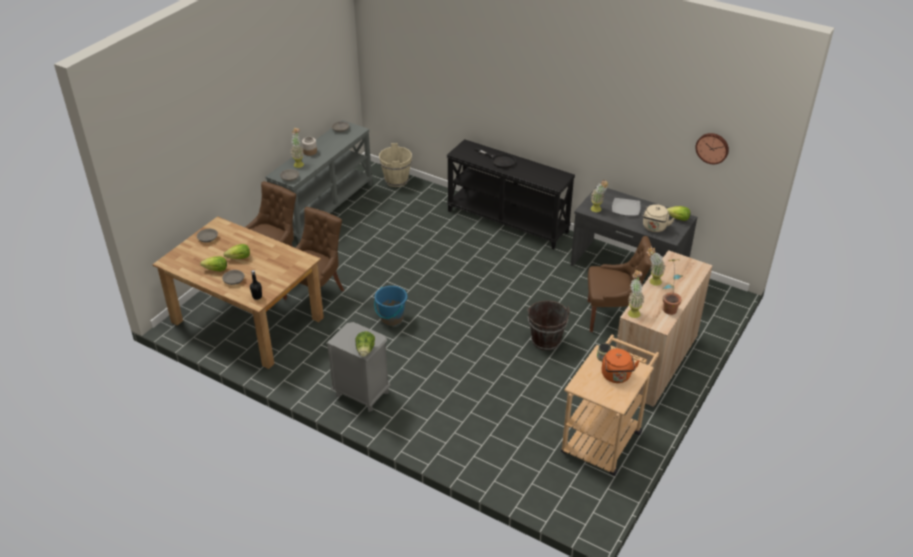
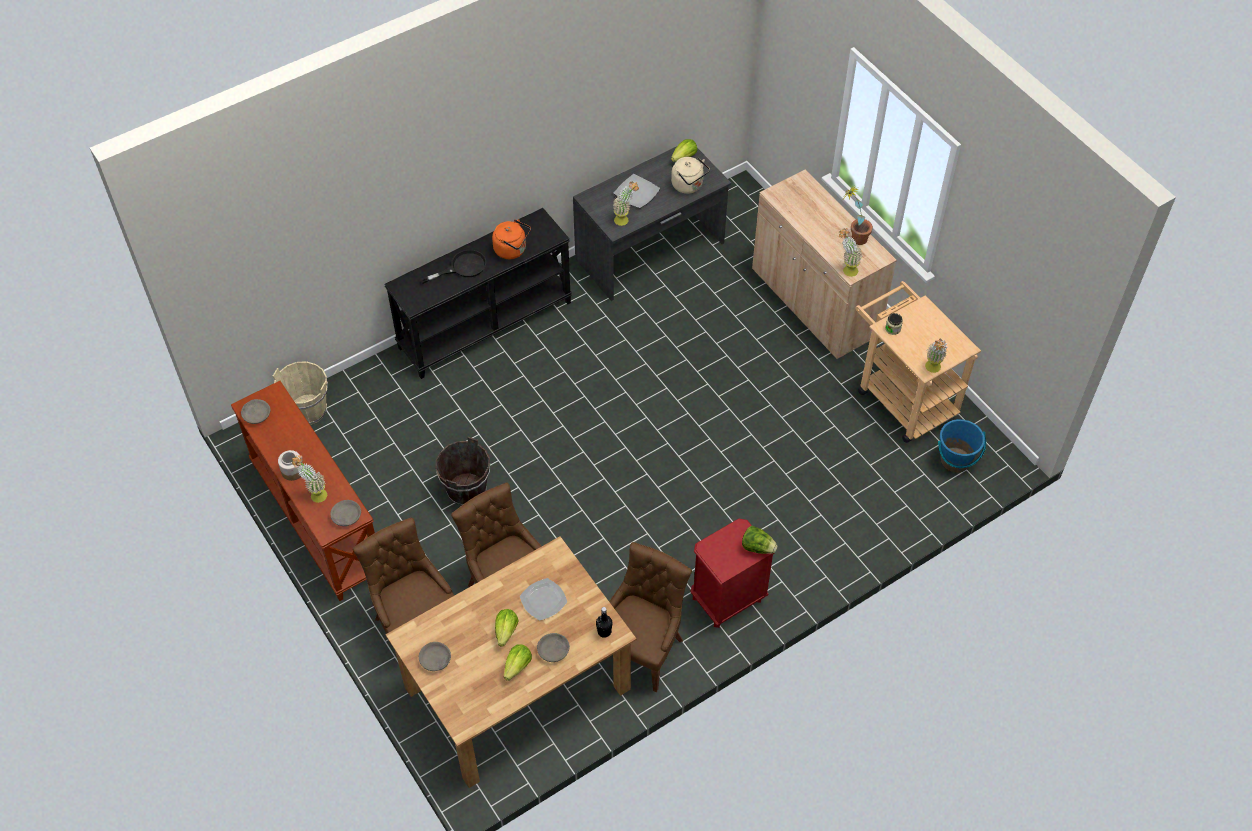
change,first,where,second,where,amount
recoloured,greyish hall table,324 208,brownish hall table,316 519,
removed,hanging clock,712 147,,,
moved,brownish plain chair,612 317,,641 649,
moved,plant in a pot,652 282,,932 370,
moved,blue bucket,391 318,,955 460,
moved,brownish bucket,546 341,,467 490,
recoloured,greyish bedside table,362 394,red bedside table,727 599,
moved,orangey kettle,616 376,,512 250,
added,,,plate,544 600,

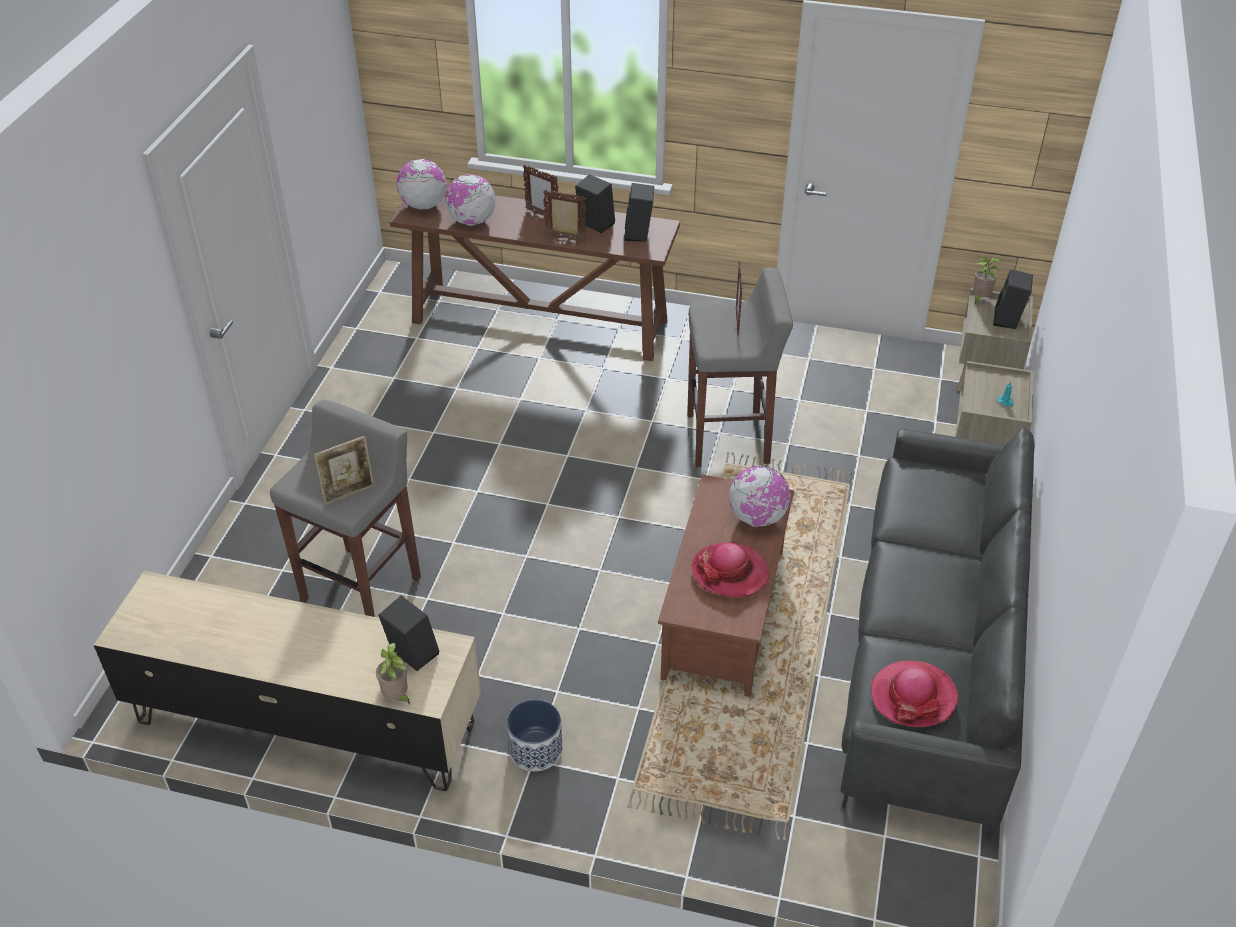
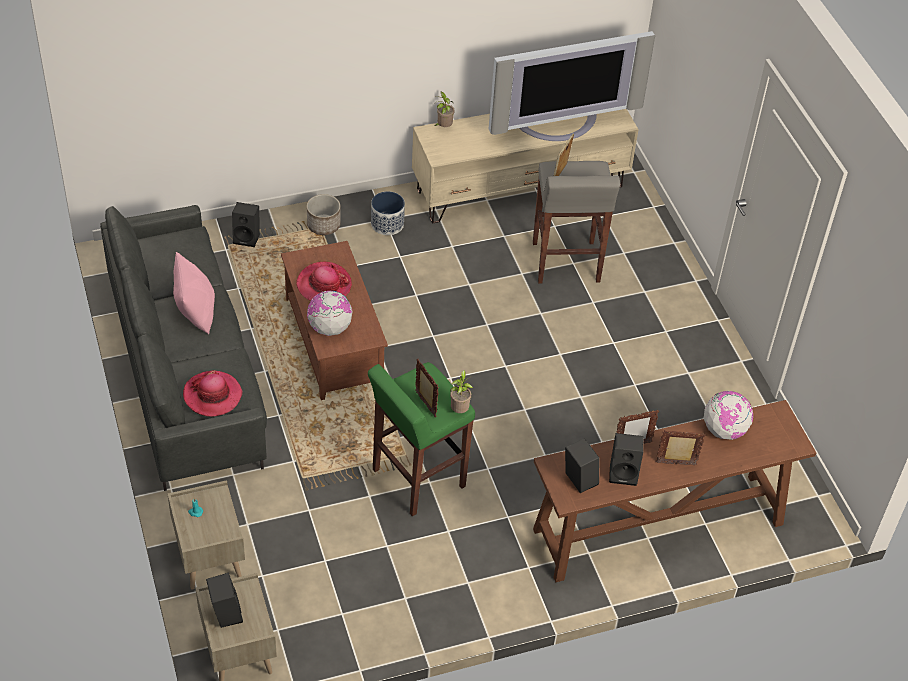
change,first,where,second,where,amount
removed,globe,423 205,,,
moved,plant in a pot,979 298,,460 410,
recoloured,greyish stool seat,729 439,green stool seat,417 479,
moved,blackish loudspeaker,411 655,,247 238,
moved,wearable hat,913 696,,212 395,
added,,,TV,559 123,
added,,,plant pot,324 225,
added,,,pink cushion,196 312,

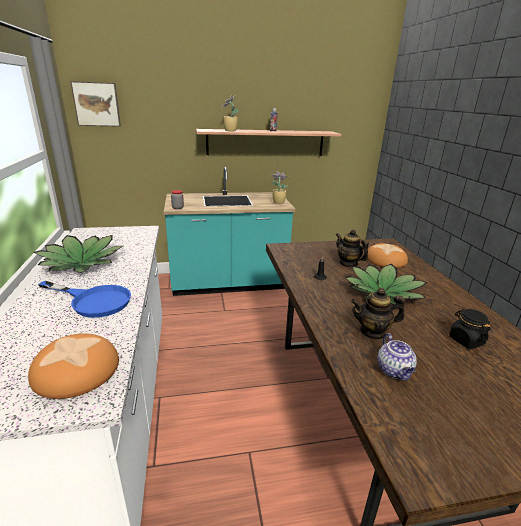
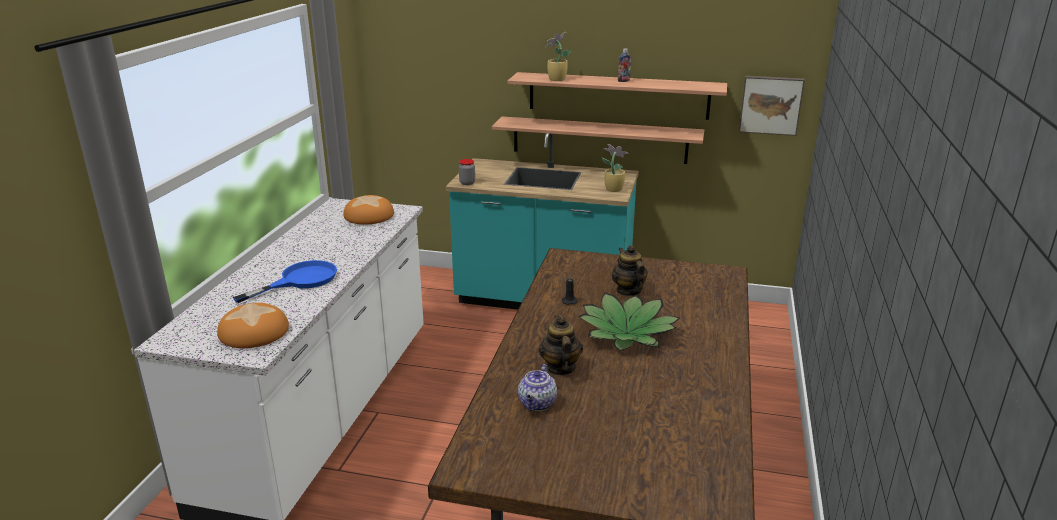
change,first,where,second,where,amount
moved,wall picture,97 104,,770 105,
removed,plant in a pot,82 262,,,
moved,baked bread,386 260,,369 216,
turned,blue frying pan,94 300,,300 280,90 degrees counterclockwise
turned,teapot,373 332,,560 368,60 degrees clockwise
removed,blackish storage jar,465 340,,,
added,,,shelf,599 140,

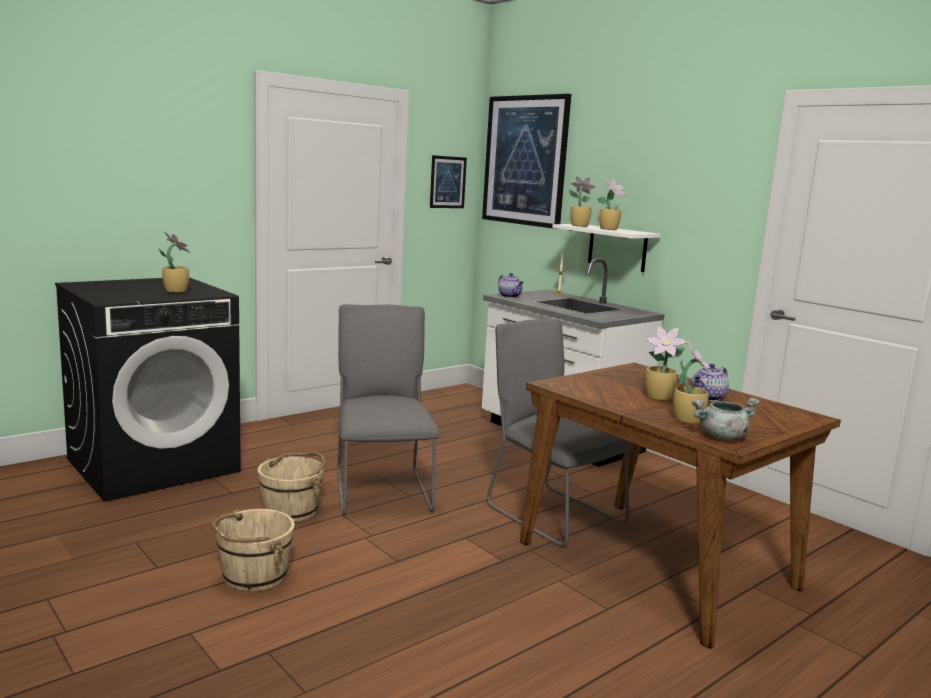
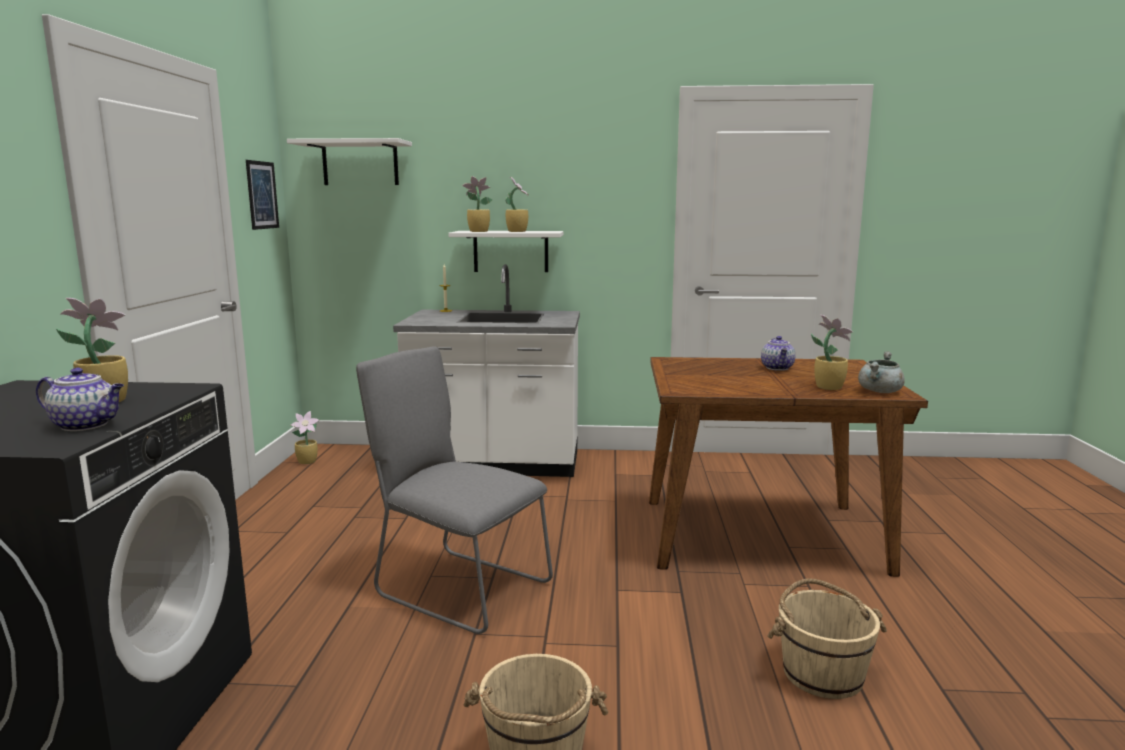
change,first,where,second,where,amount
replaced,wall picture,525 160,white-coloured shelf,360 163,
moved,teapot,510 296,,87 425,
removed,greyish plain chair,550 513,,,
moved,plant in a pot,659 398,,308 461,
moved,beige-coloured bucket,291 510,,822 673,

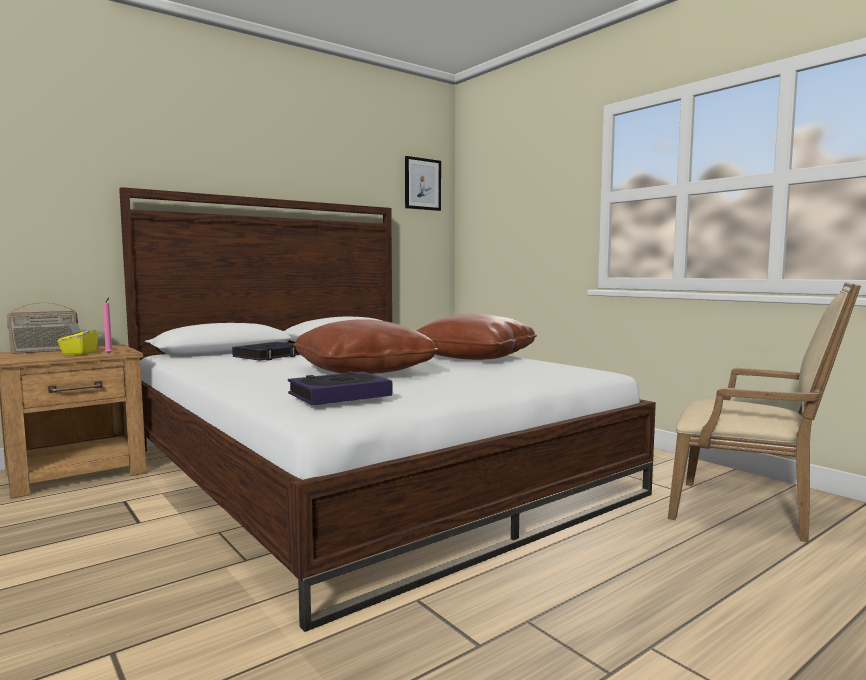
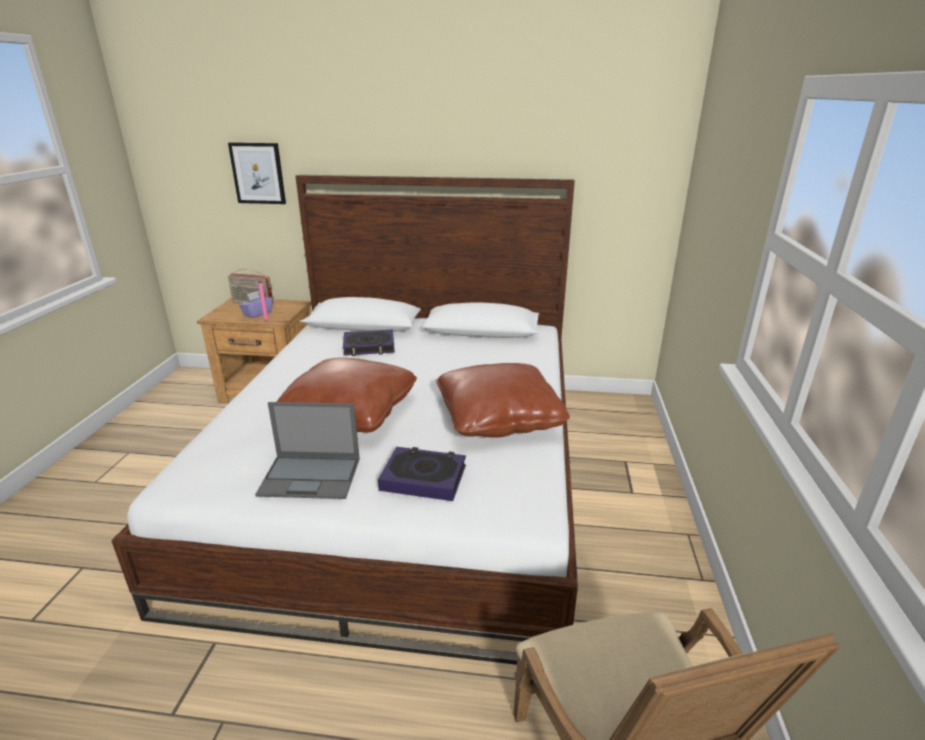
change,first,where,second,where,amount
moved,wall picture,422 184,,258 173,
recoloured,yellowish box of tissues,79 353,purple box of tissues,257 313,
moved,book,339 395,,423 478,
added,,,notebook computer,311 476,

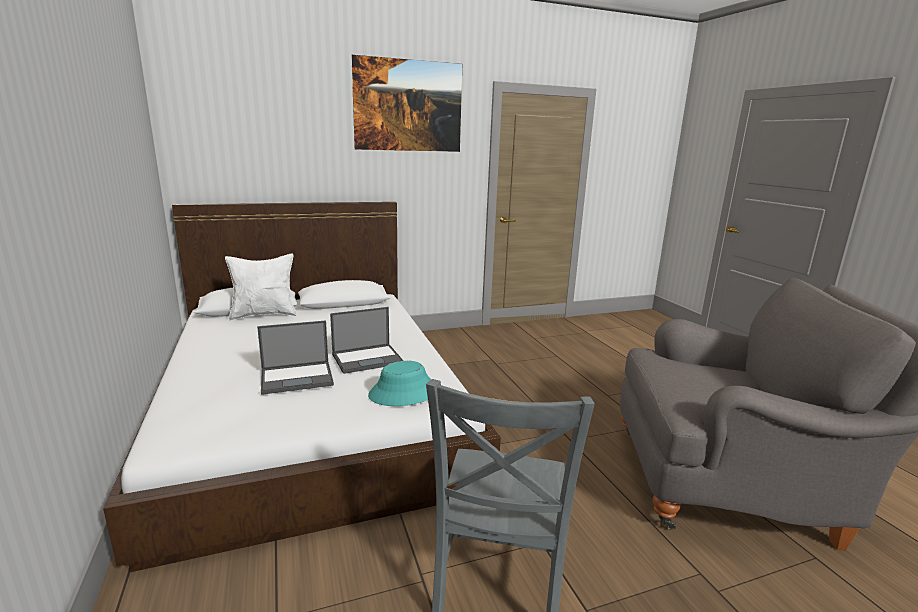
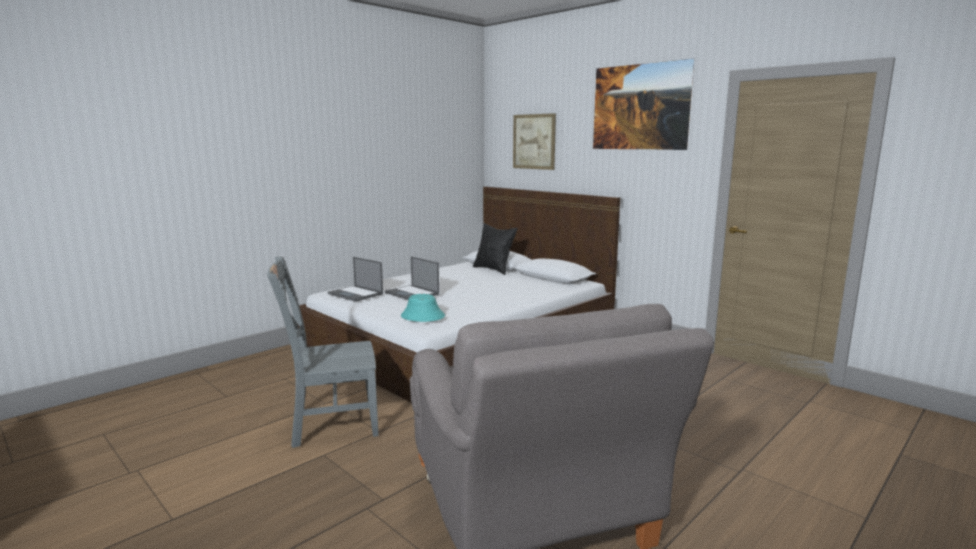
change,first,where,second,where,amount
recoloured,white-coloured cushion,264 315,blackish cushion,494 269,
moved,notebook computer,368 358,,356 294,
added,,,wall picture,534 141,

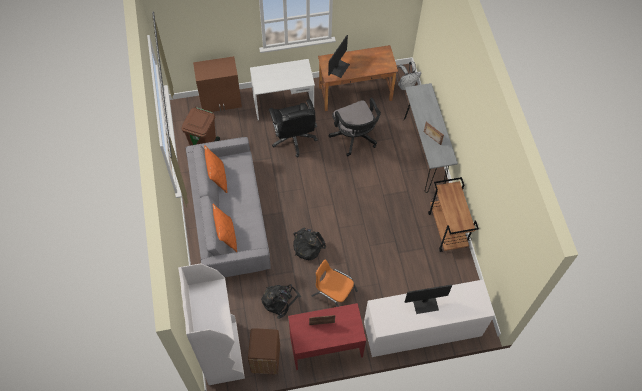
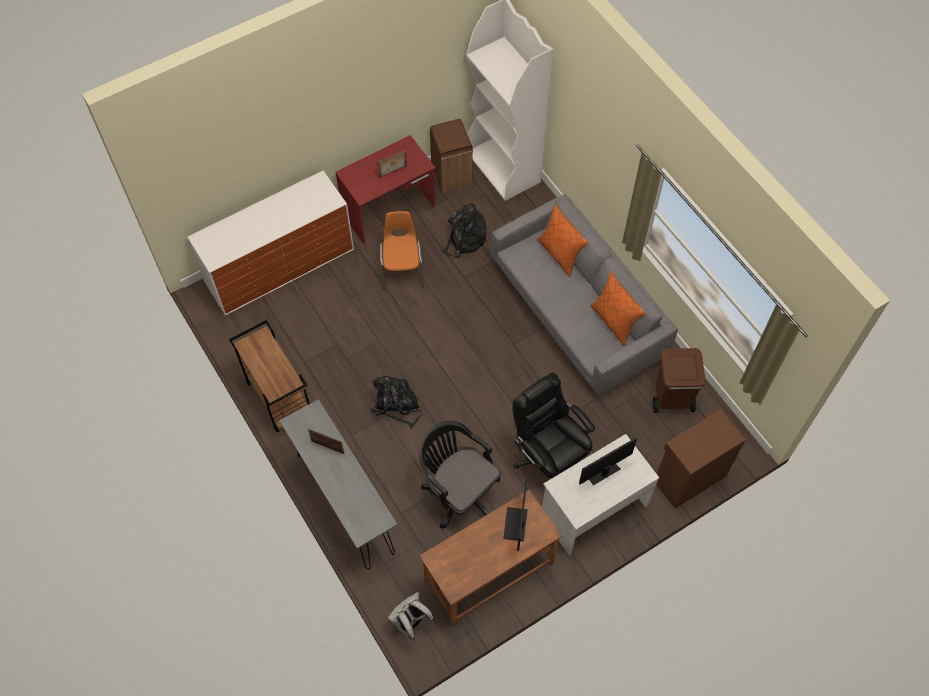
change,first,where,second,where,amount
moved,blackish backpack,307 246,,397 405,
turned,orangey plain chair,334 293,,402 268,105 degrees counterclockwise
moved,monitor,426 304,,601 470,

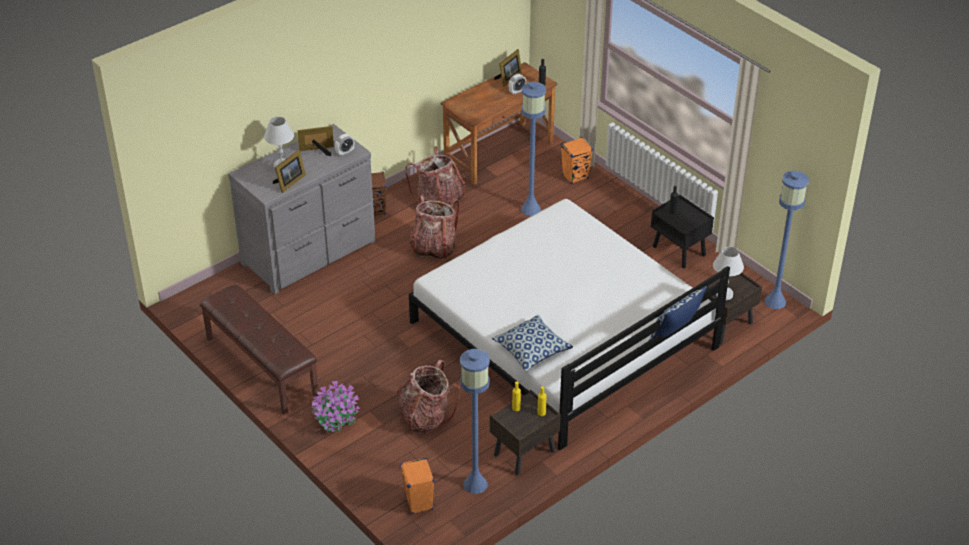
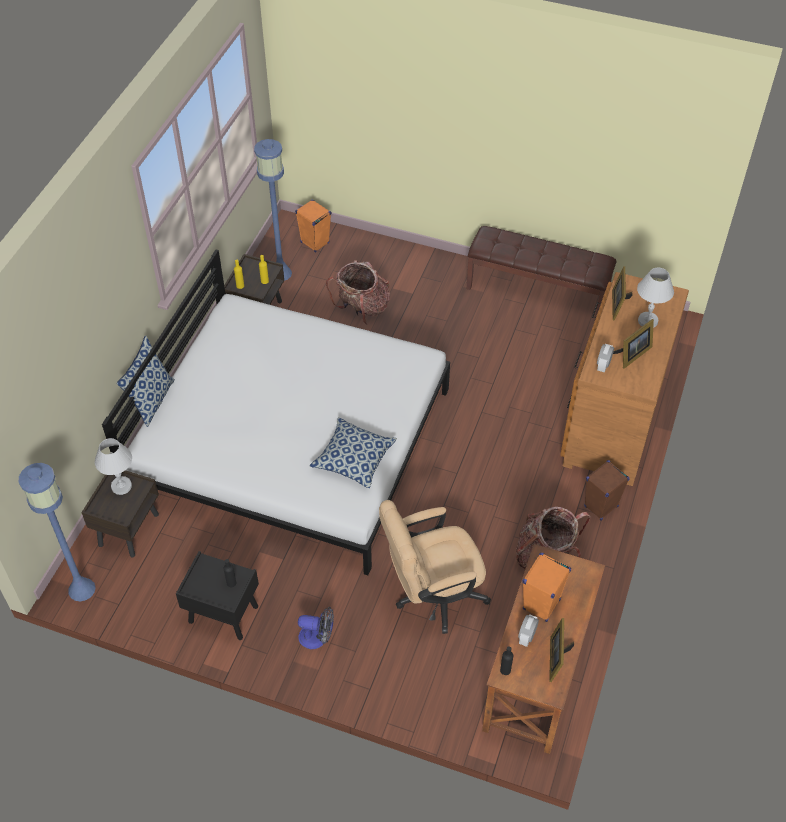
change,first,where,second,where,amount
replaced,blue standard lamp,531 209,beige-coloured computer chair,432 595,
recoloured,greyish dresser,310 253,brownish dresser,611 421,
moved,orangey loudspeaker,575 176,,541 605,
removed,backpack,434 247,,,
moved,cushion,531 350,,353 459,
removed,plant in a pot,335 419,,,
added,,,cooling fan,317 638,

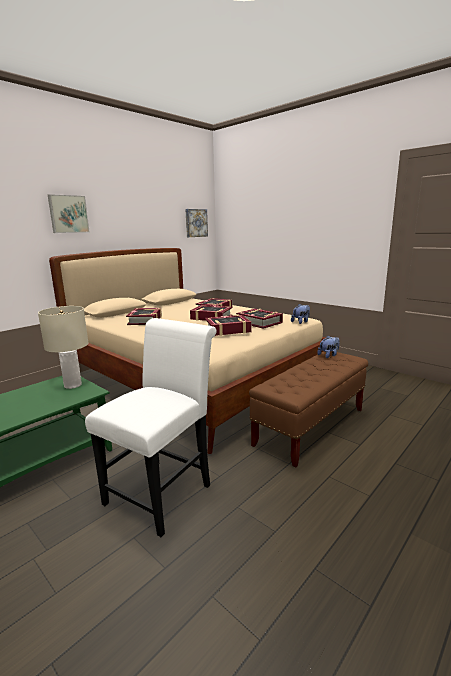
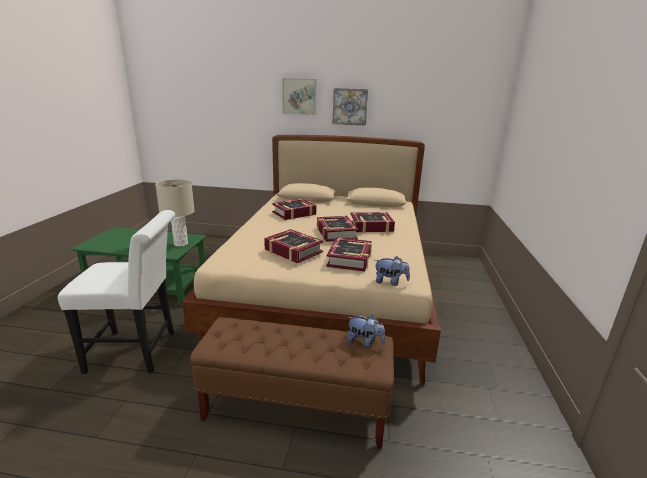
change,first,where,second,where,amount
moved,wall picture,196 223,,350 106,

